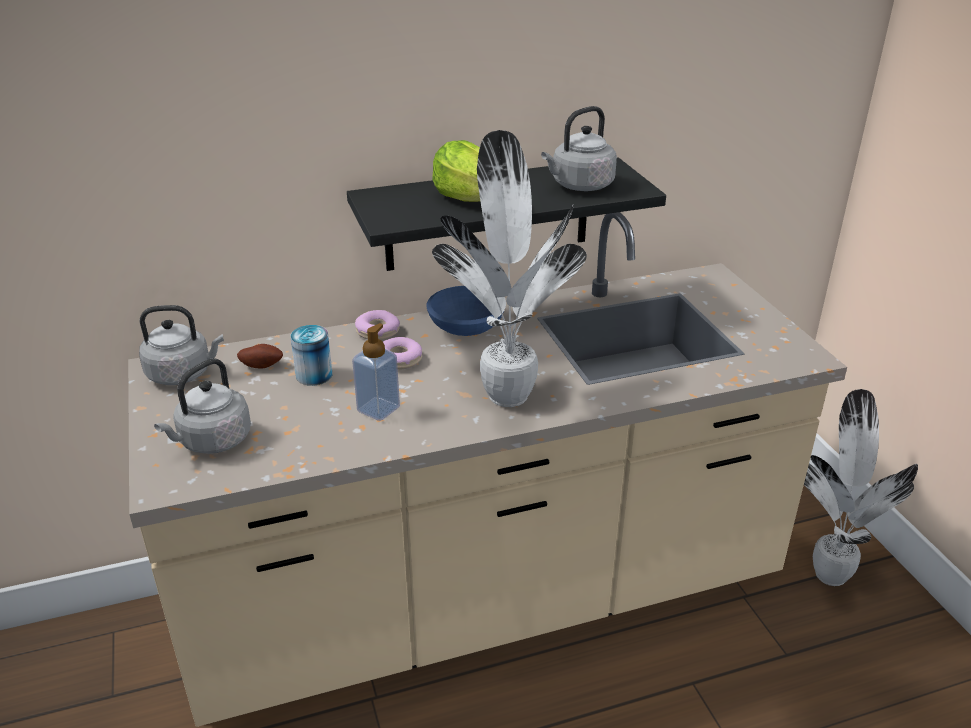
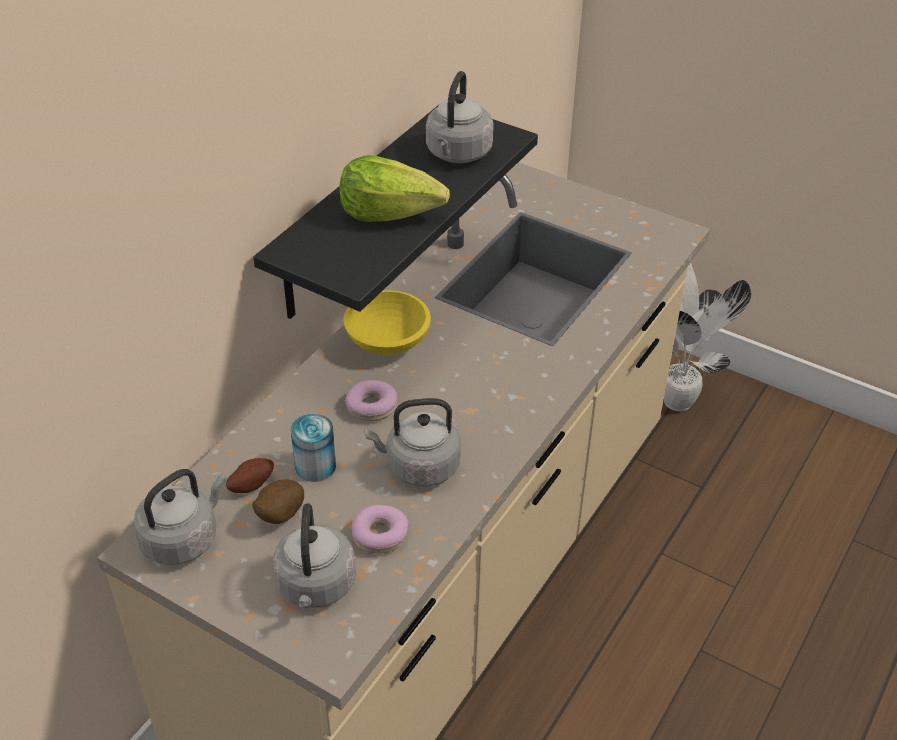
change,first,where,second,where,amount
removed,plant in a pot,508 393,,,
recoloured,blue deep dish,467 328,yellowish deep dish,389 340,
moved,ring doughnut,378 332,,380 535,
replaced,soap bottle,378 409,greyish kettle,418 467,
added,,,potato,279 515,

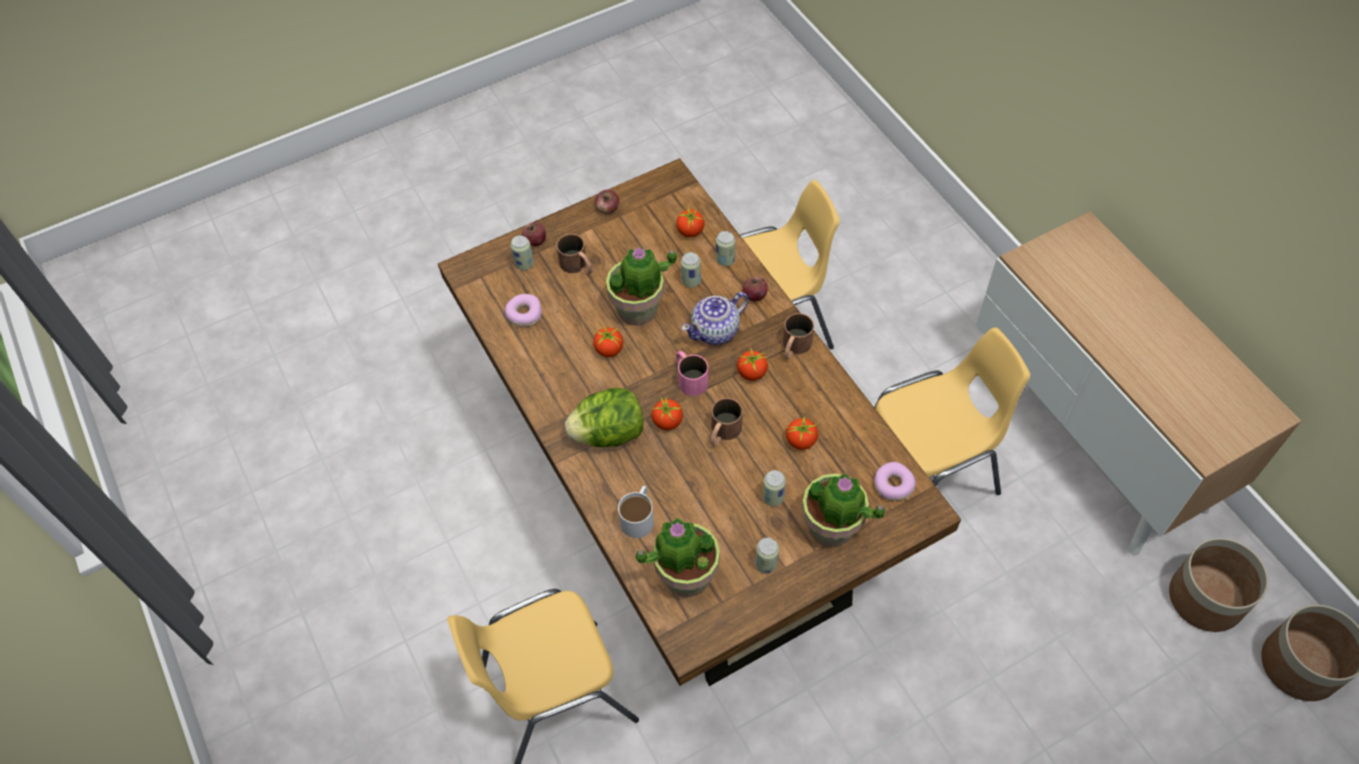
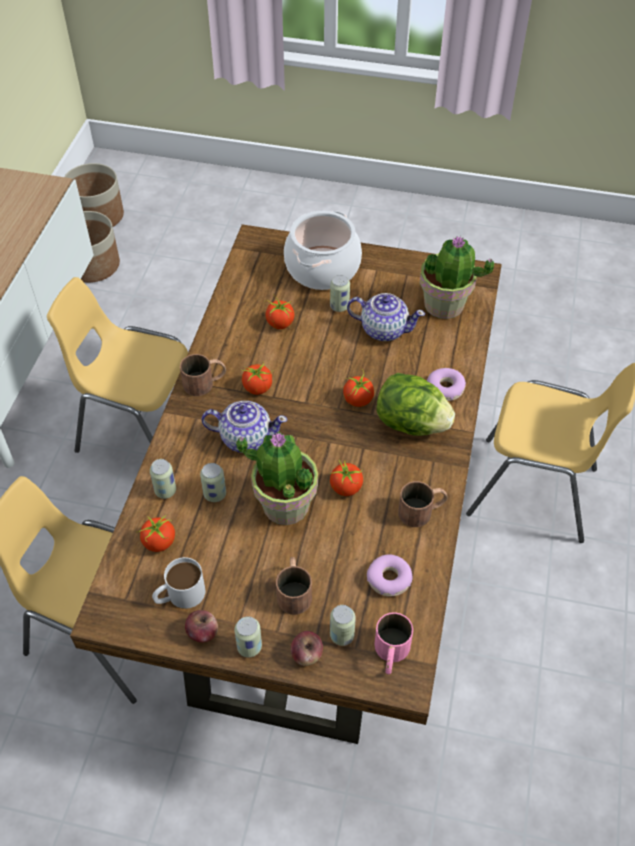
change,first,where,second,where,amount
removed,apple fruit,754 295,,,
moved,pink coffee mug,689 378,,391 654,
moved,brownish coffee mug,722 433,,422 511,
moved,ring doughnut,893 485,,445 389,
replaced,plant in a pot,832 527,stockpot,322 268,
moved,white-coloured coffee mug,639 516,,179 595,
moved,sealed can,766 564,,249 647,
added,,,teapot,383 329,

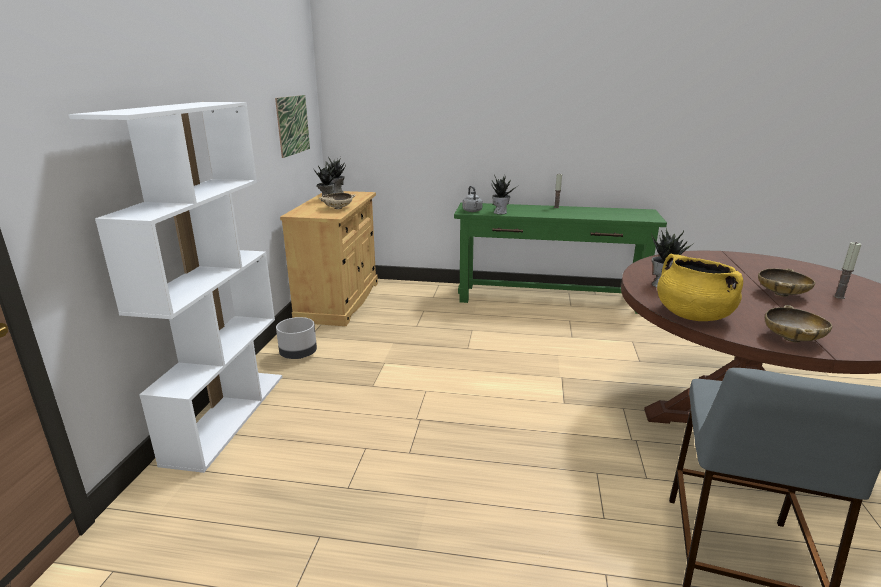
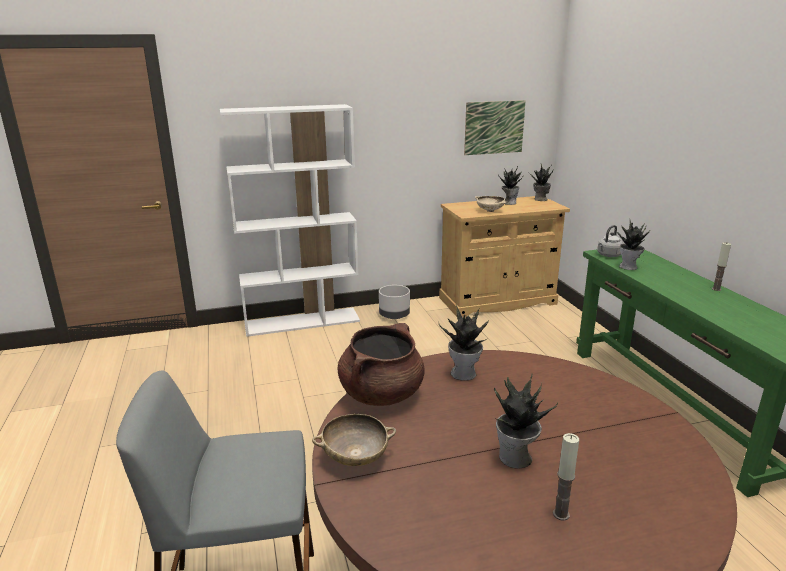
change,first,where,second,where,amount
recoloured,yellowish stockpot,692 315,brownish stockpot,381 394,
replaced,beige-coloured deep dish,782 294,plant in a pot,515 458,

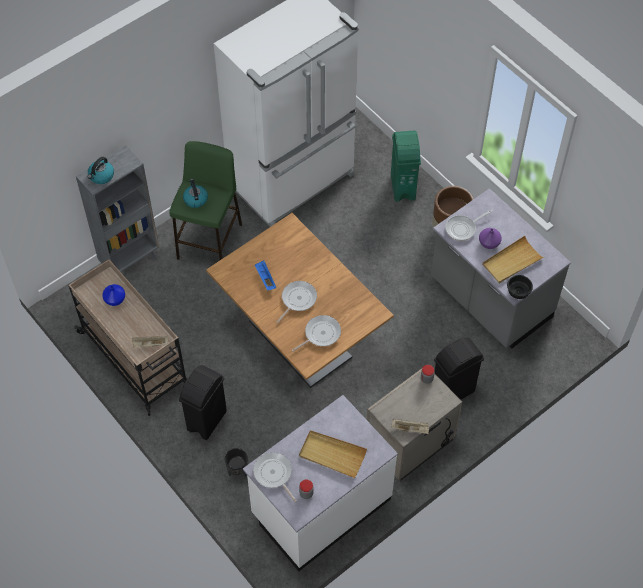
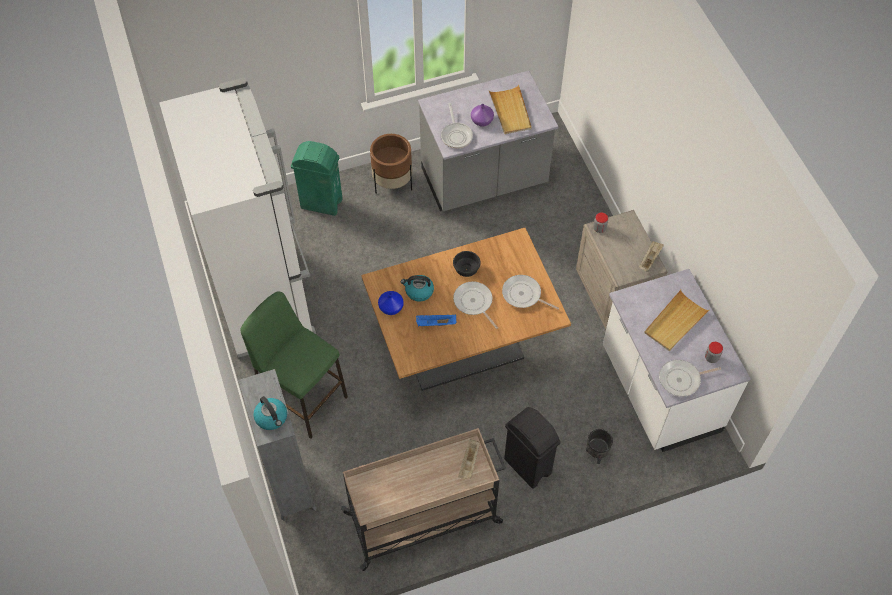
change,first,where,second,where,amount
moved,kettle,195 199,,418 291,
moved,blackish deep dish,518 292,,467 269,
moved,blue decorative vase,114 299,,390 308,
turned,frying pan,320 334,,523 295,45 degrees counterclockwise
removed,blackish trash can,453 392,,,

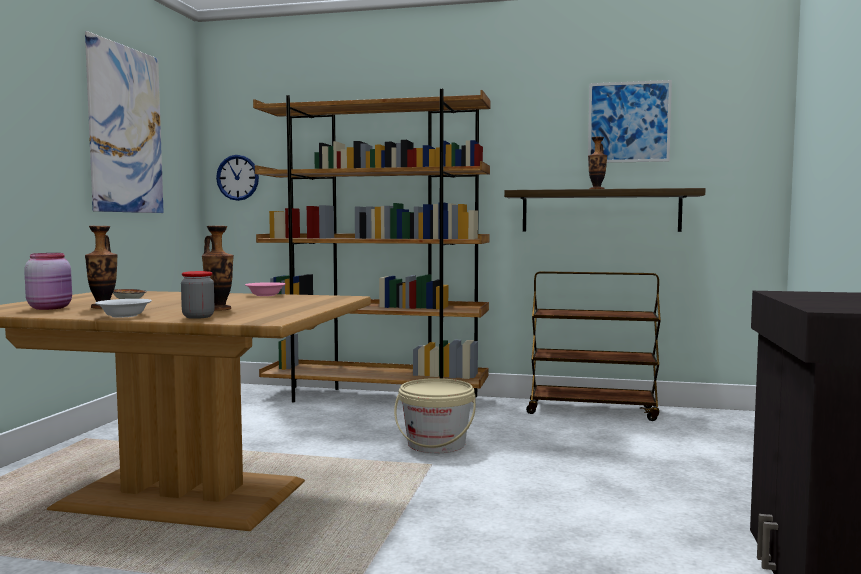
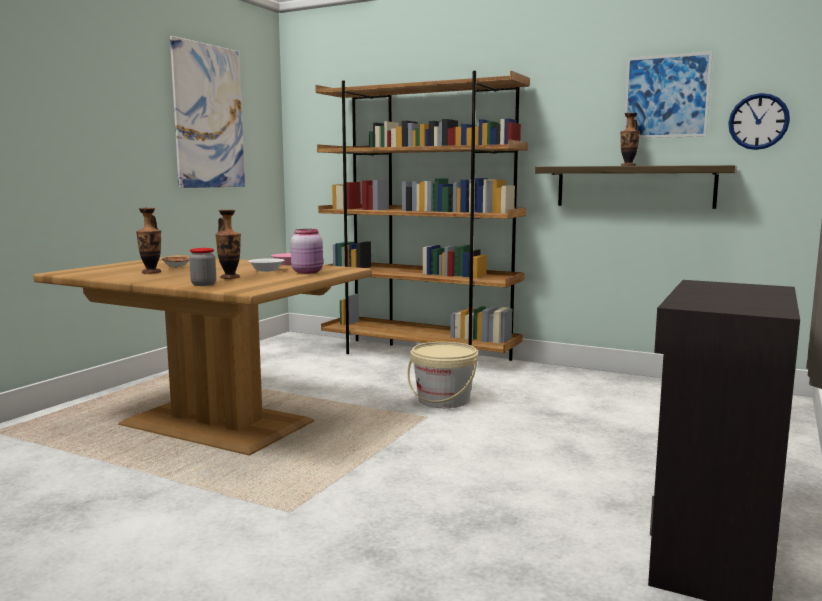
change,first,where,second,where,amount
moved,hanging clock,237 177,,758 121,
moved,pink storage jar,51 308,,308 272,
removed,brownish wheeled cart,592 410,,,
moved,white-coloured deep dish,124 316,,266 270,

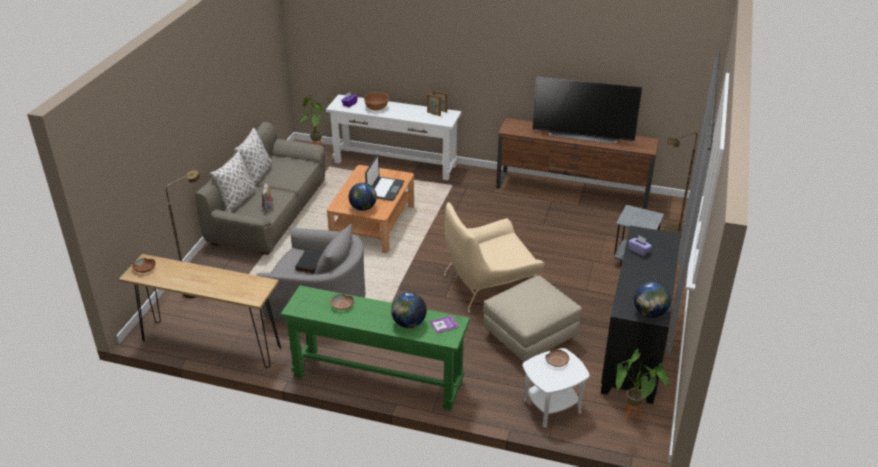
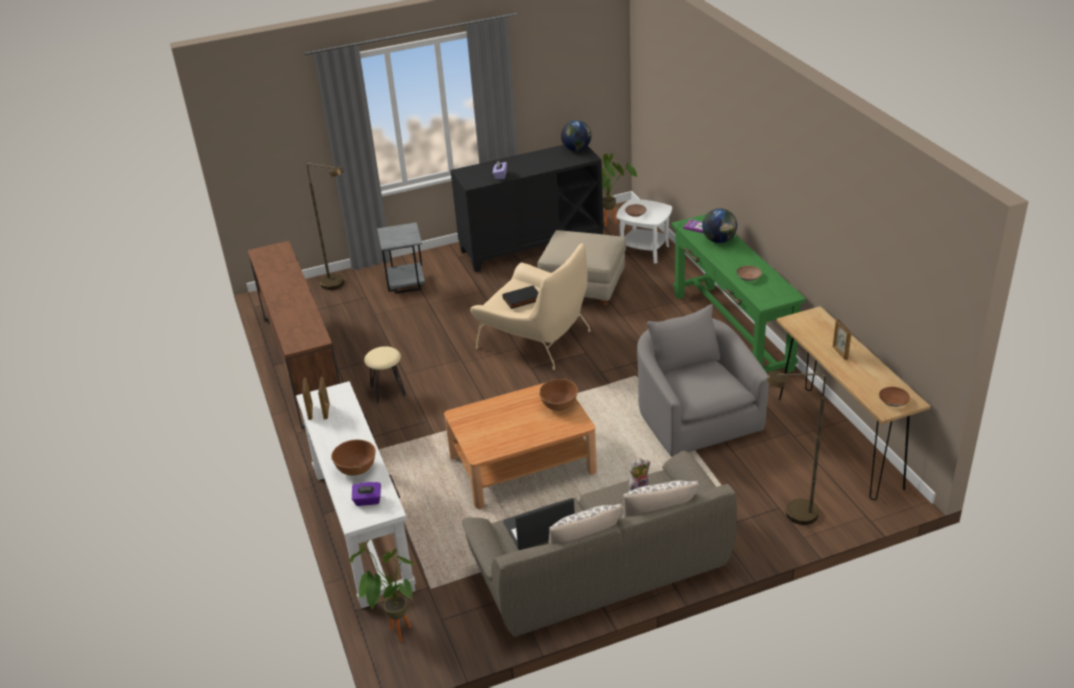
change,first,where,second,where,amount
removed,TV,583 135,,,
moved,notebook computer,385 189,,539 529,
replaced,globe,363 208,brownish deep dish,559 404,
moved,blackish book,309 263,,522 299,
added,,,photo frame,840 353,
added,,,beige-coloured stool seat,387 391,

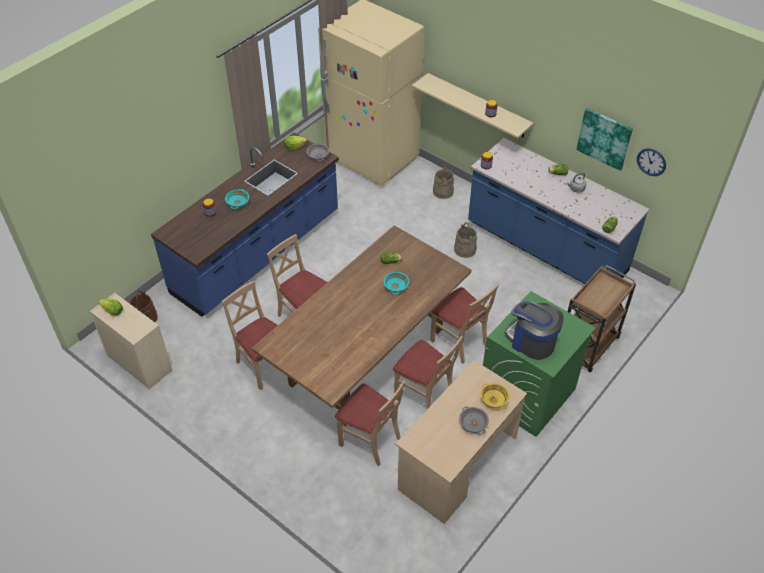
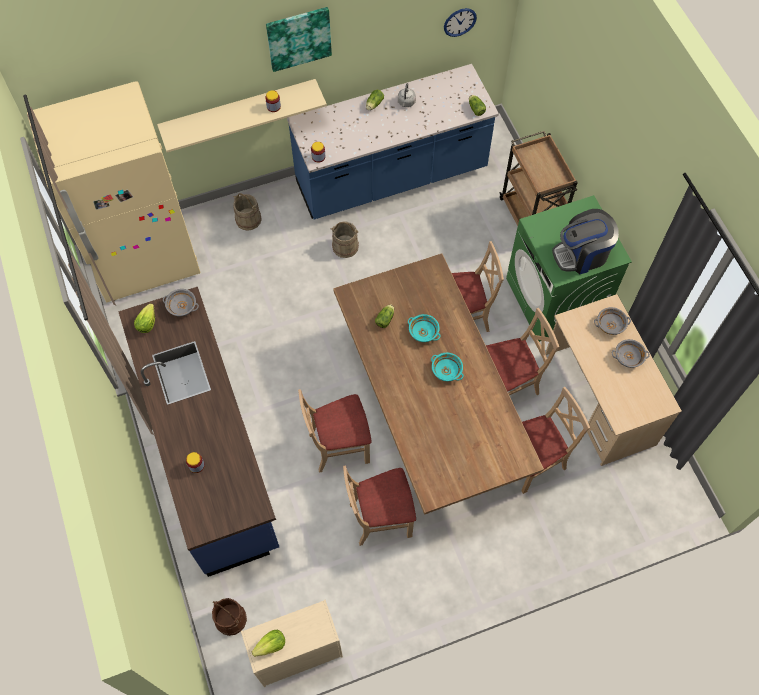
change,first,where,second,where,amount
moved,wall picture,604 138,,299 38,
moved,turquoise-coloured deep dish,238 203,,447 370,
recoloured,yellowish deep dish,494 400,greyish deep dish,610 325,

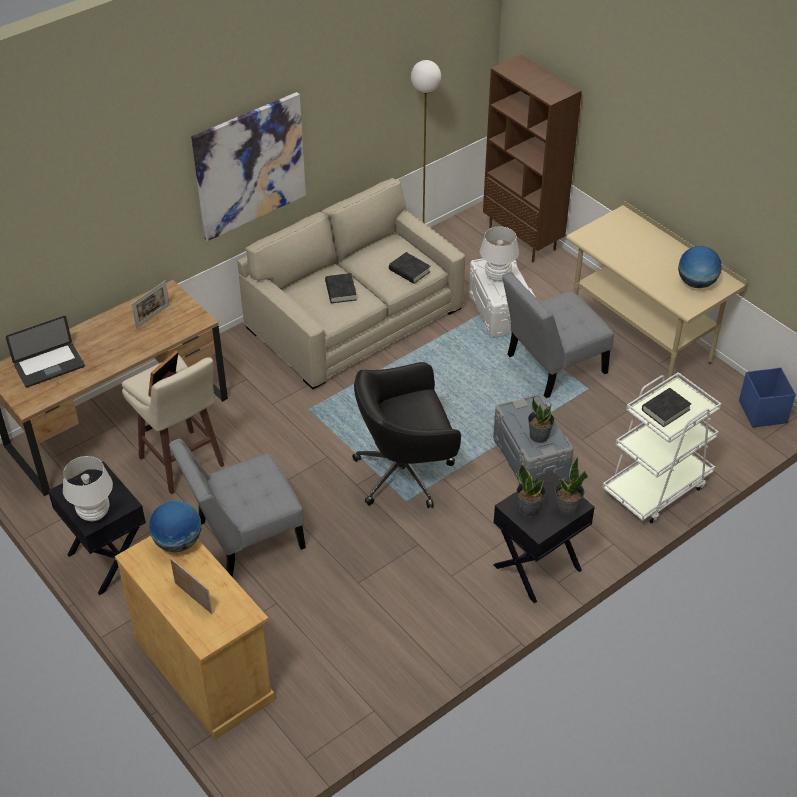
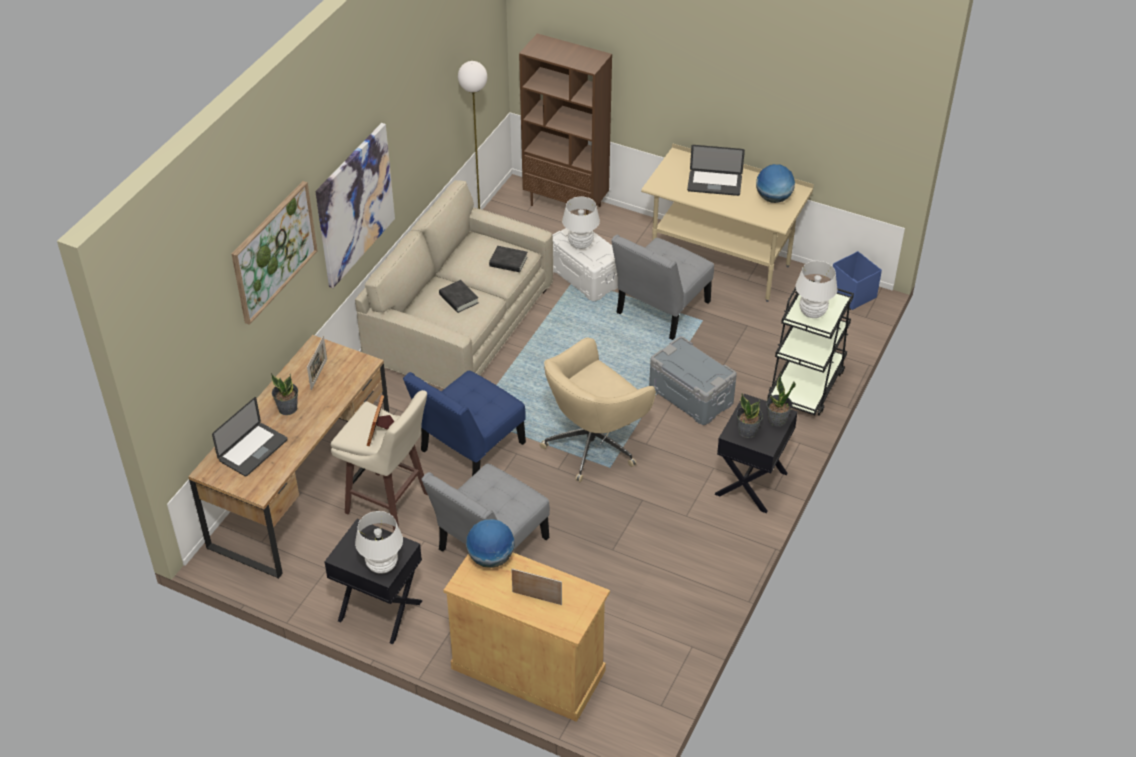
change,first,where,second,where,amount
recoloured,blackish computer chair,406 473,beige-coloured computer chair,594 444,
recoloured,white-coloured wheeled cart,656 487,blackish wheeled cart,806 385,
replaced,blackish book,665 410,white-coloured table lamp,812 313,
moved,plant in a pot,539 435,,287 408,
added,,,notebook computer,714 184,
added,,,wall picture,273 251,
added,,,blue plain chair,468 450,

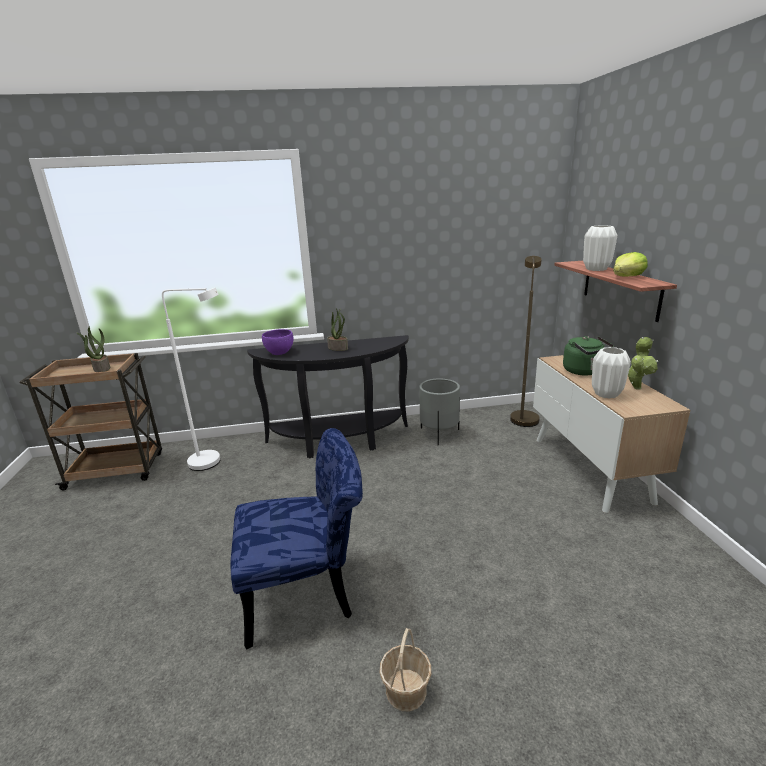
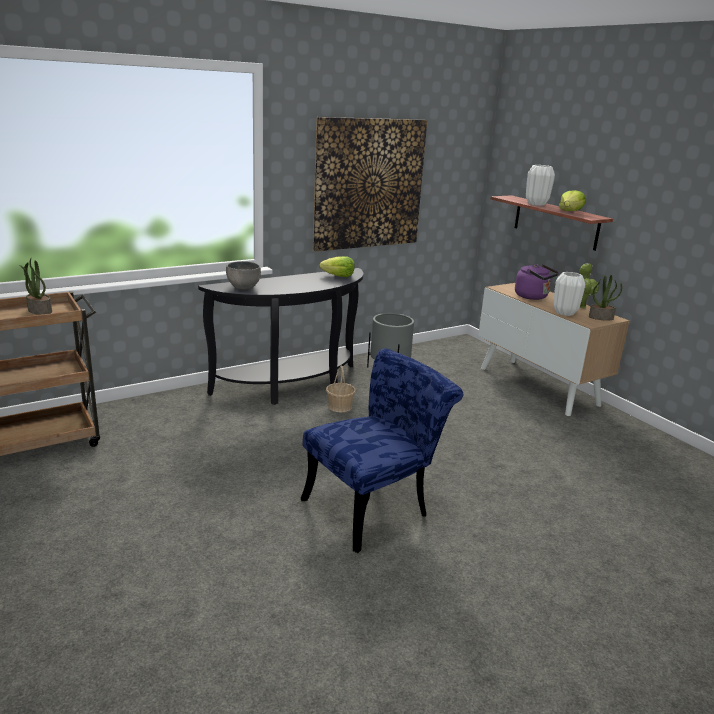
change,first,where,second,where,amount
removed,brownish standard lamp,523 416,,,
removed,white-coloured standard lamp,213 461,,,
moved,plant in a pot,338 348,,601 317,
recoloured,purple deep dish,279 353,greyish deep dish,243 287,
recoloured,green kettle,584 371,purple kettle,533 297,
moved,basket,406 690,,340 406,
added,,,wall picture,369 184,
added,,,lettuce head,338 276,

